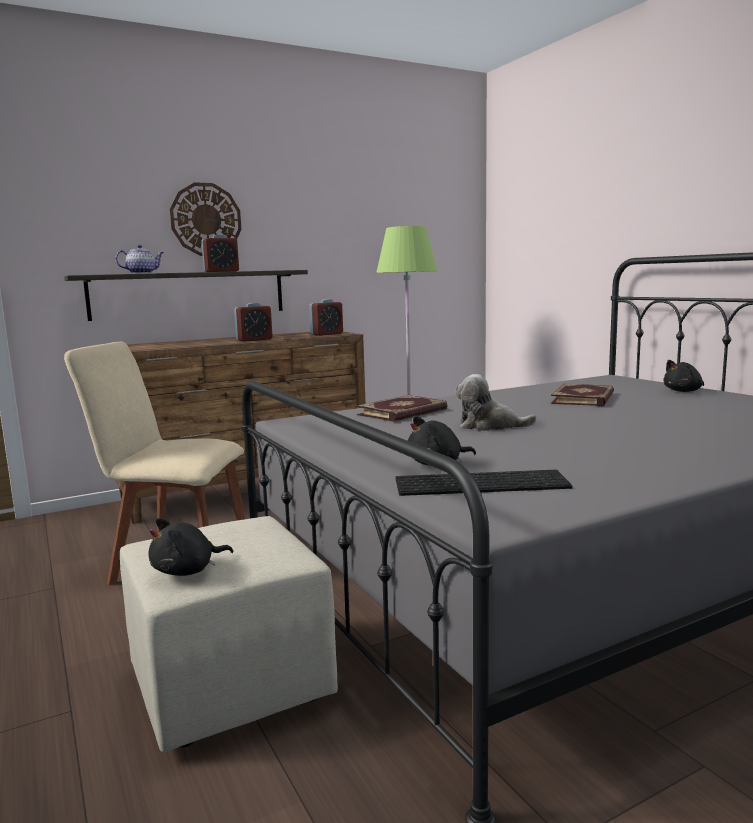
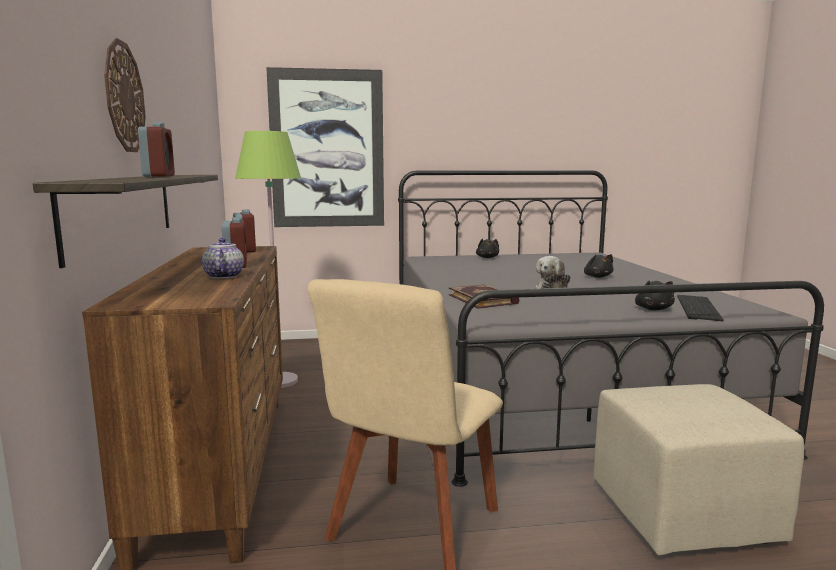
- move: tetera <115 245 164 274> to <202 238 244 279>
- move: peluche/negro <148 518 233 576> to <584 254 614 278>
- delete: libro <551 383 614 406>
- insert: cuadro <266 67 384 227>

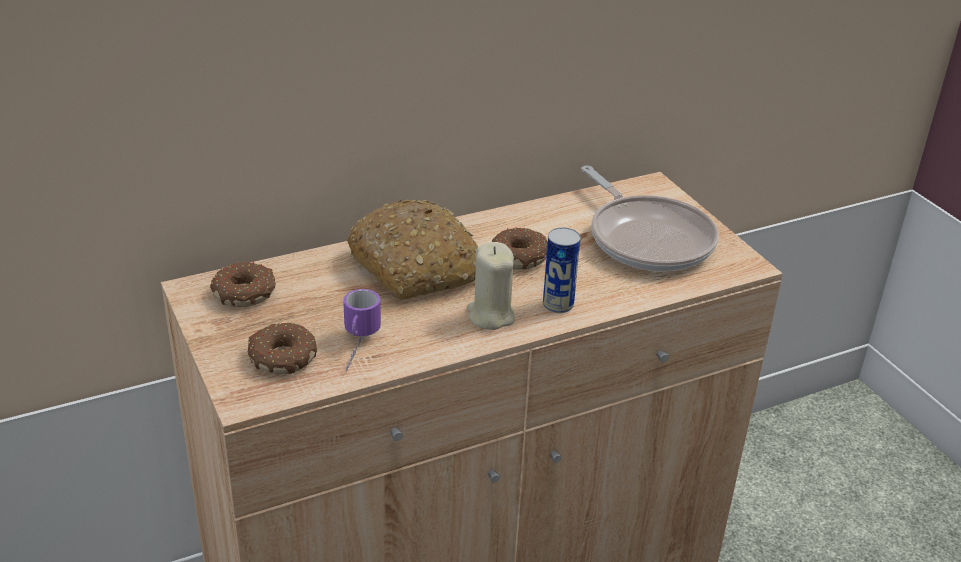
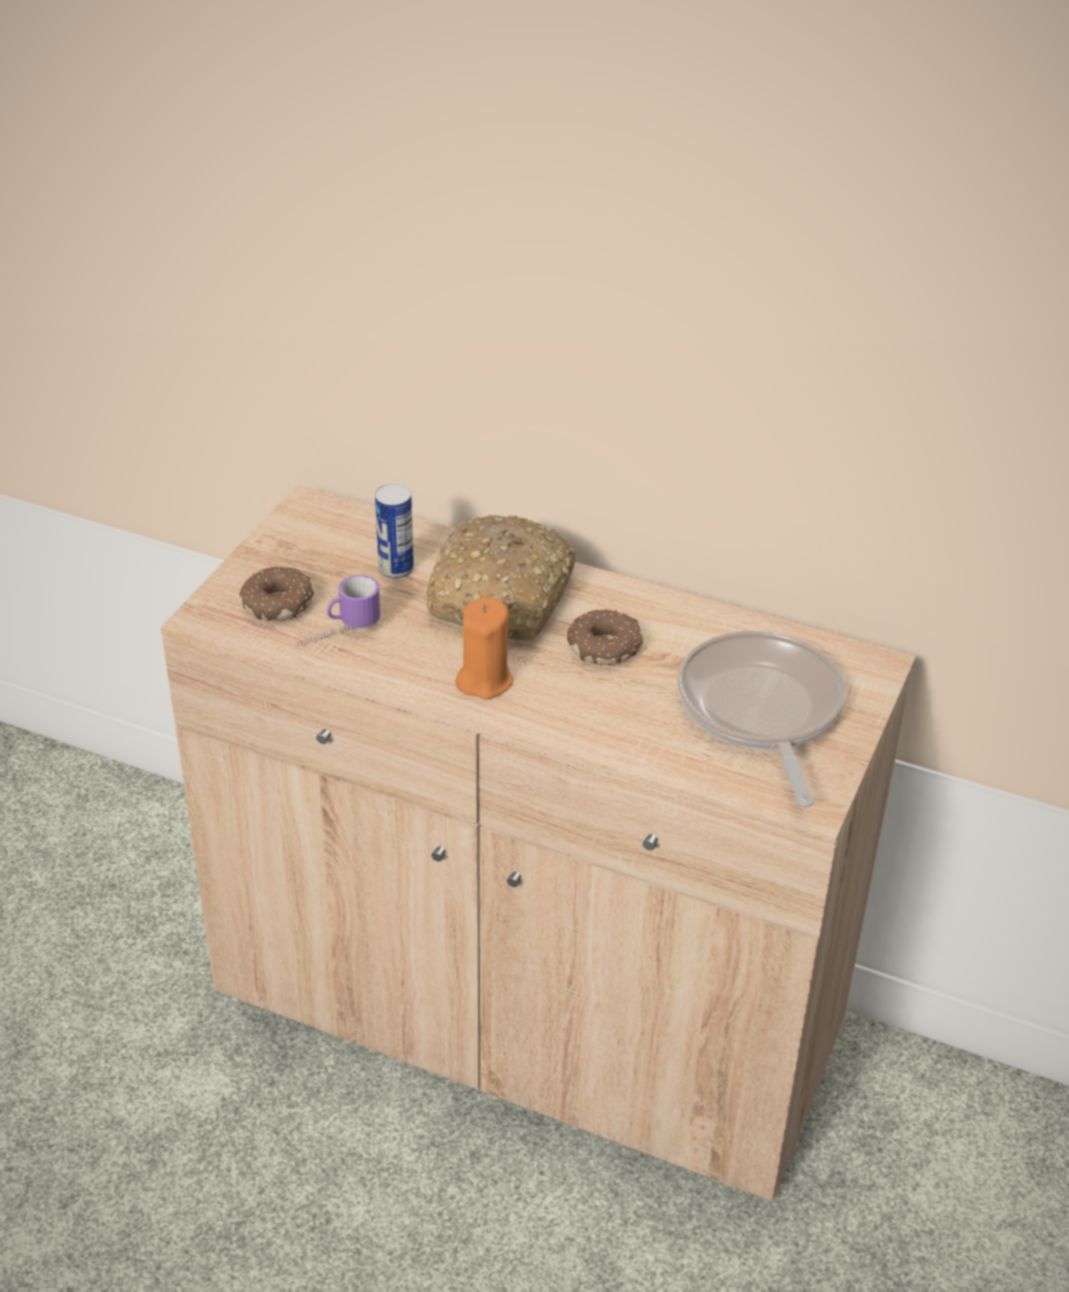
- delete: rosquilla <210 262 276 307>
- recolor: vela/beis <467 242 515 330> to vela/naranja <455 597 513 699>
- move: lata <543 228 581 313> to <375 484 414 579>
- rotate: sartén <581 166 719 272> = <677 631 846 808> 150 degrees clockwise

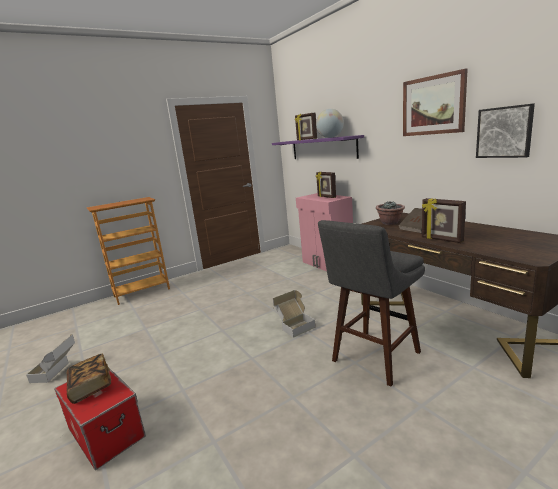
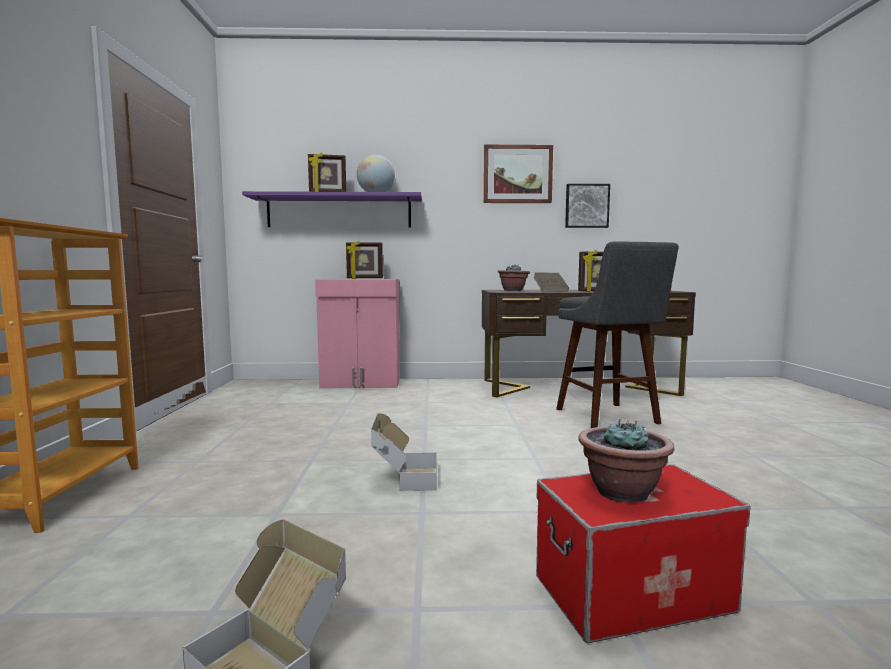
- replace: libro <67 354 111 404> to planta en maceta <578 419 675 503>
- move: caja de cartón <273 290 316 338> to <371 413 437 491>

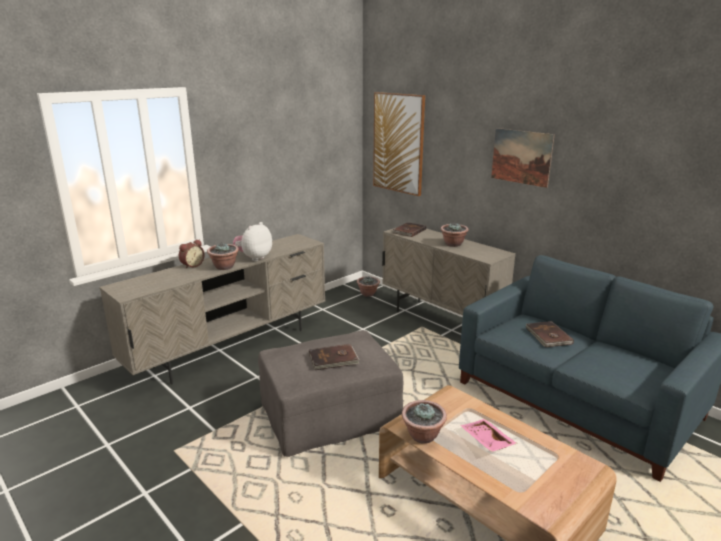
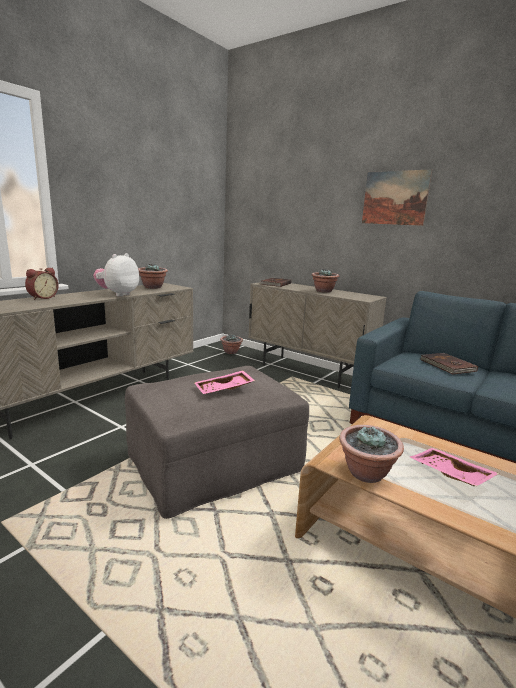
- move: planta en maceta <207 243 239 270> to <138 264 168 289>
- replace: libro/marrón <309 344 360 370> to bandeja/rosa <195 370 255 394>
- delete: cuadro <373 92 425 196>

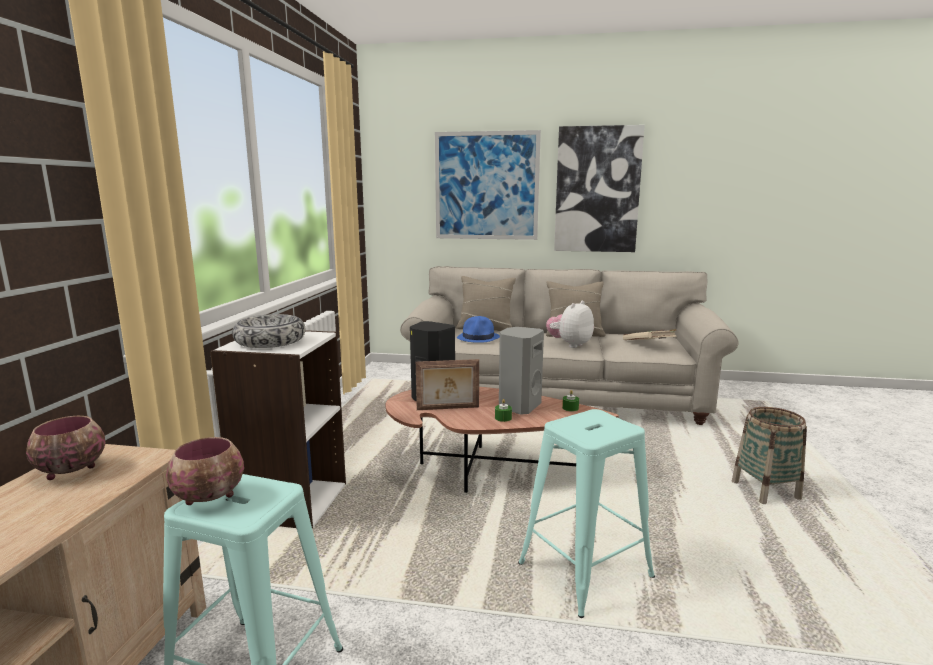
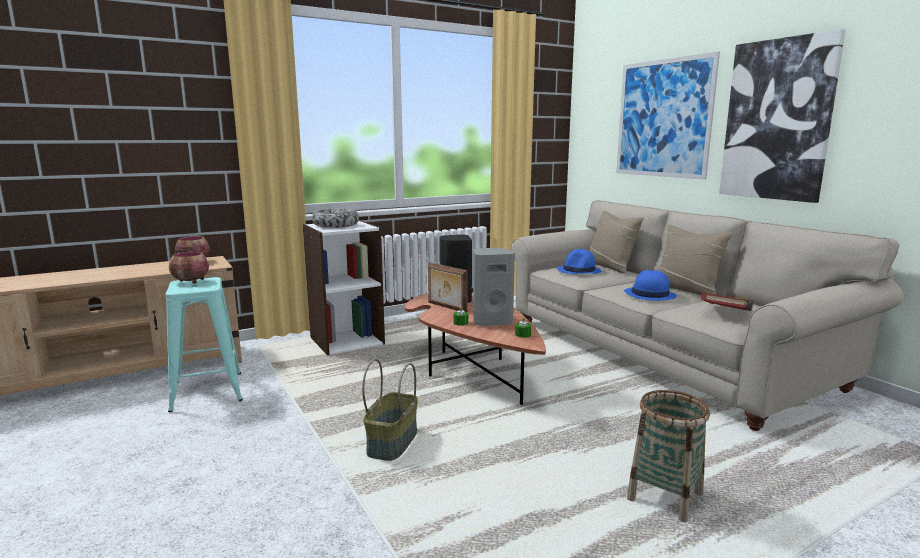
- replace: taburete/turquesa <518 409 655 618> to cesta <362 359 418 461>
- replace: peluche <546 301 594 348> to sombrero/azul <624 270 677 301>
- recolor: libro/beis <623 329 677 340> to libro/rojo <701 293 753 311>

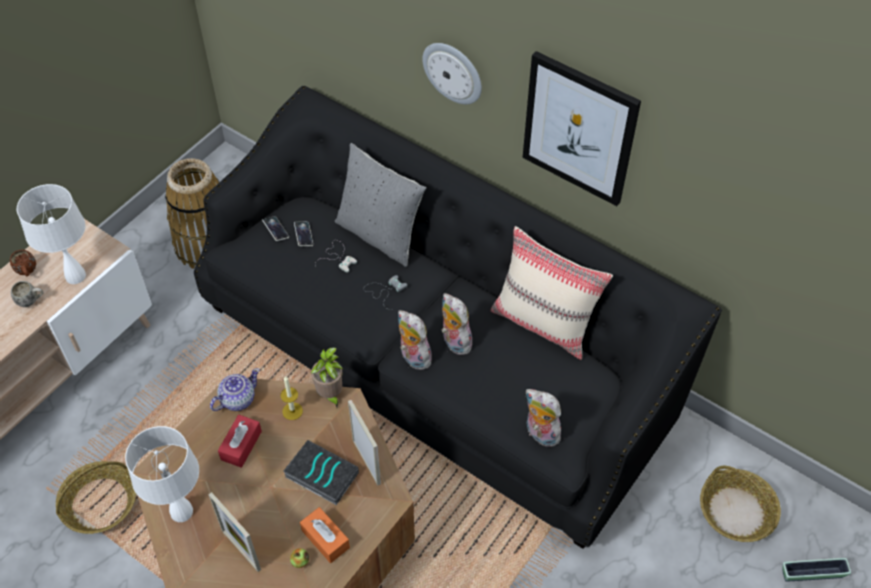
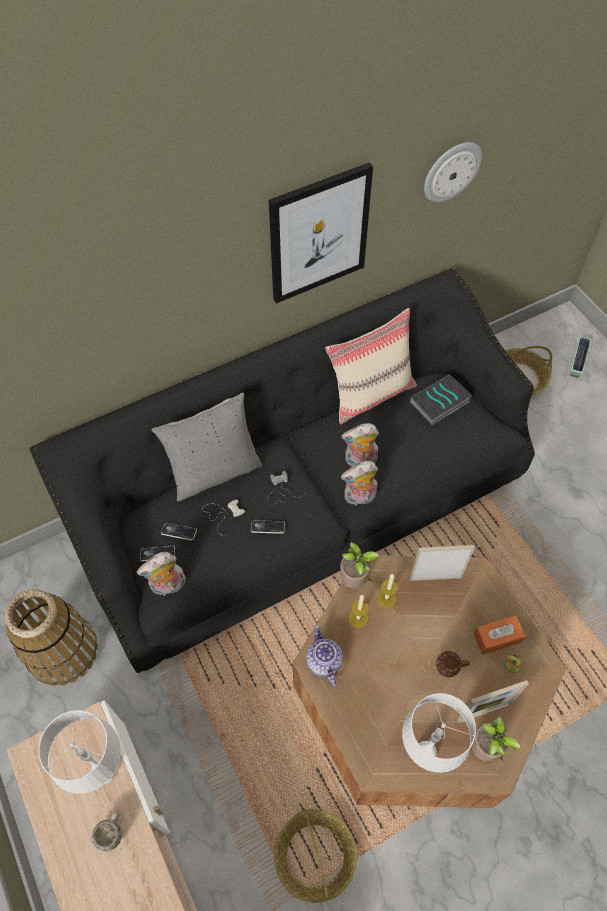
- move: taza grande/marrón <10 249 36 276> to <436 651 470 677>
- delete: caja de pañuelos/rojo <218 415 262 468>
- move: libro <283 440 359 505> to <410 374 472 425>
- move: reloj de pared <422 43 482 104> to <424 142 482 202>
- move: peluche <526 389 561 447> to <136 552 185 596>
- insert: móvil <251 520 285 534>
- insert: vela <377 574 398 608>
- insert: planta en maceta <472 716 521 762>

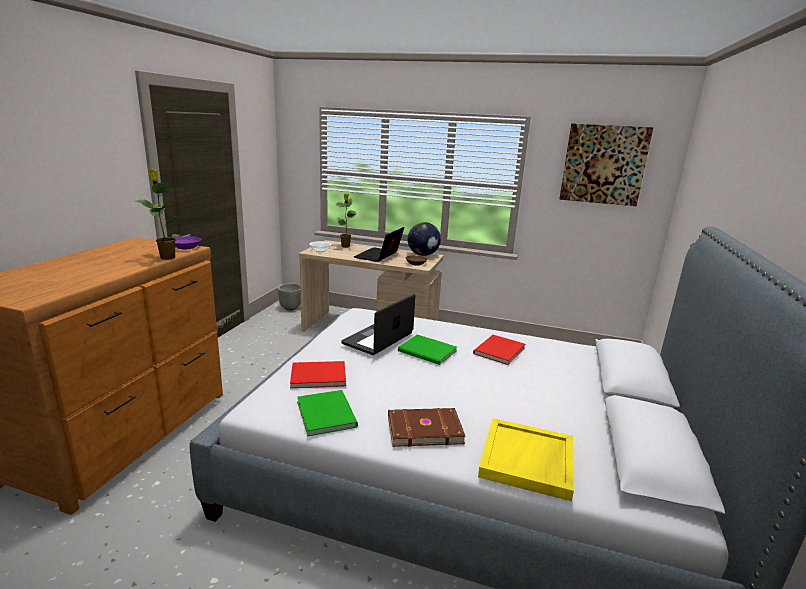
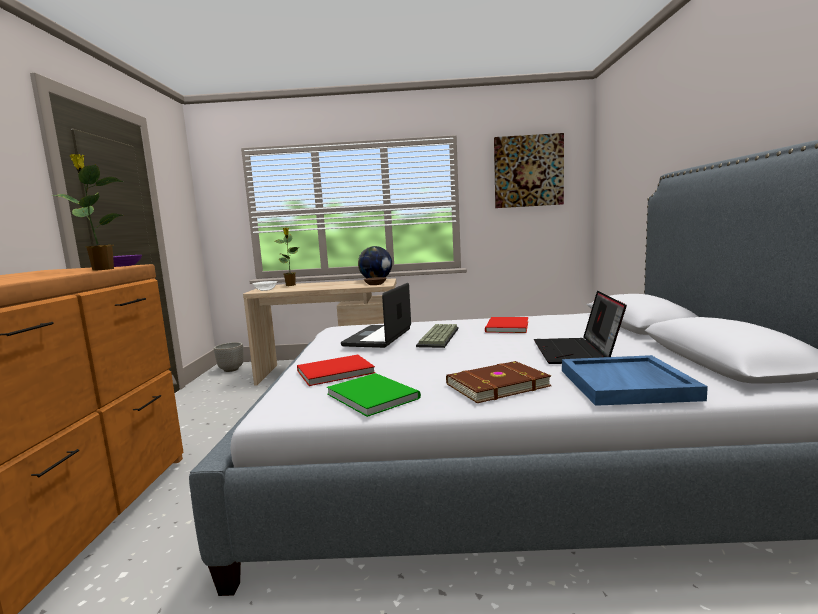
- move: portátil <354 227 404 262> to <534 291 627 364>
- replace: libro/verde <398 335 457 365> to teclado <416 324 459 348>
- recolor: bandeja/amarillo <478 418 574 501> to bandeja/azul <562 355 708 406>

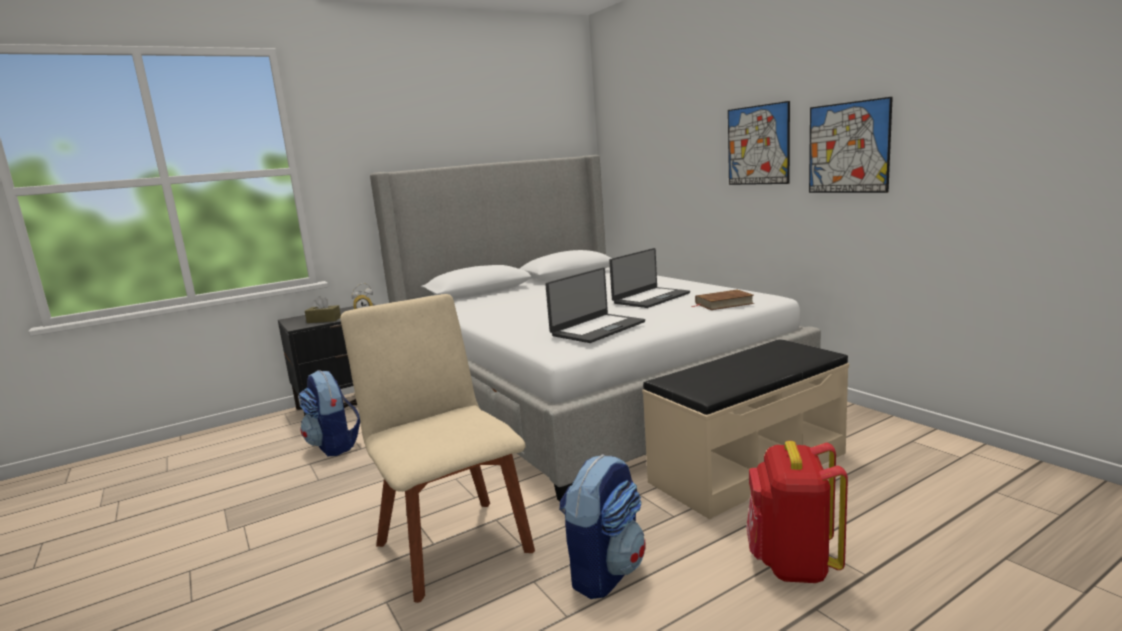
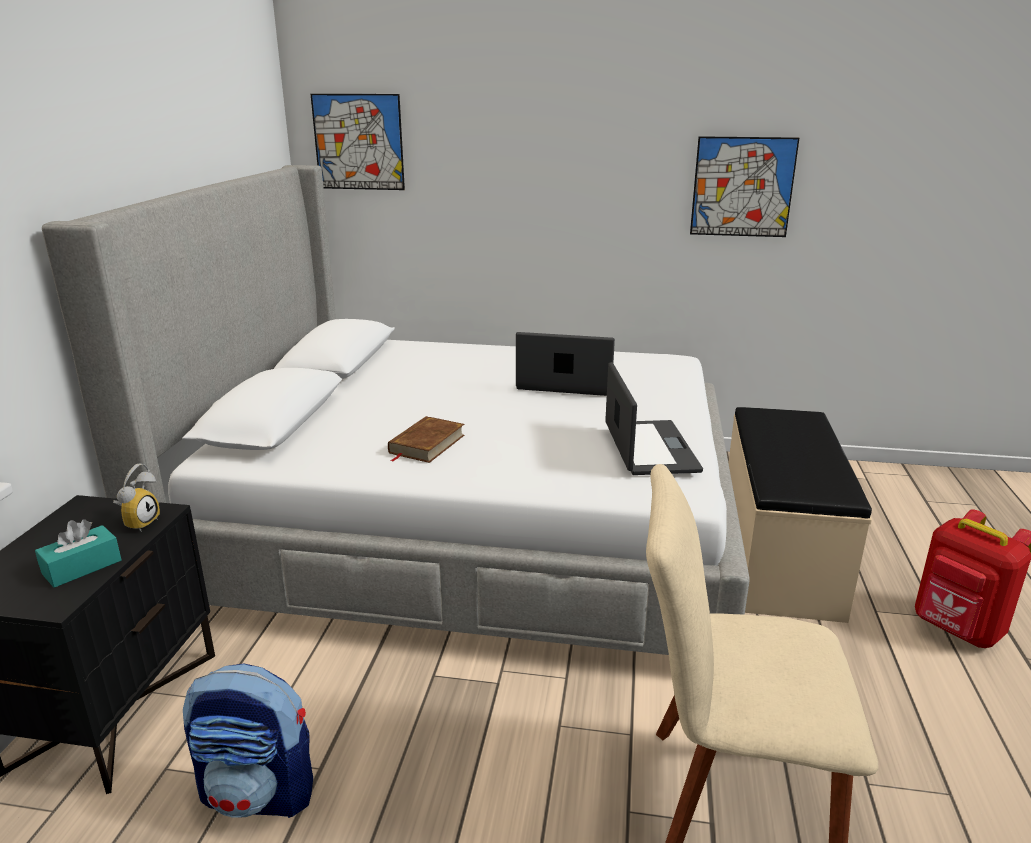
- recolor: caja de pañuelos/marrón <305 296 341 323> to caja de pañuelos/turquesa <35 519 121 588>
- delete: mochila <559 454 646 599>
- rotate: portátil <609 248 690 308> = <516 332 615 396> 75 degrees counterclockwise
- move: libro/marrón <691 289 754 310> to <388 416 464 463>
- move: cuadro <728 101 790 185> to <311 94 405 190>

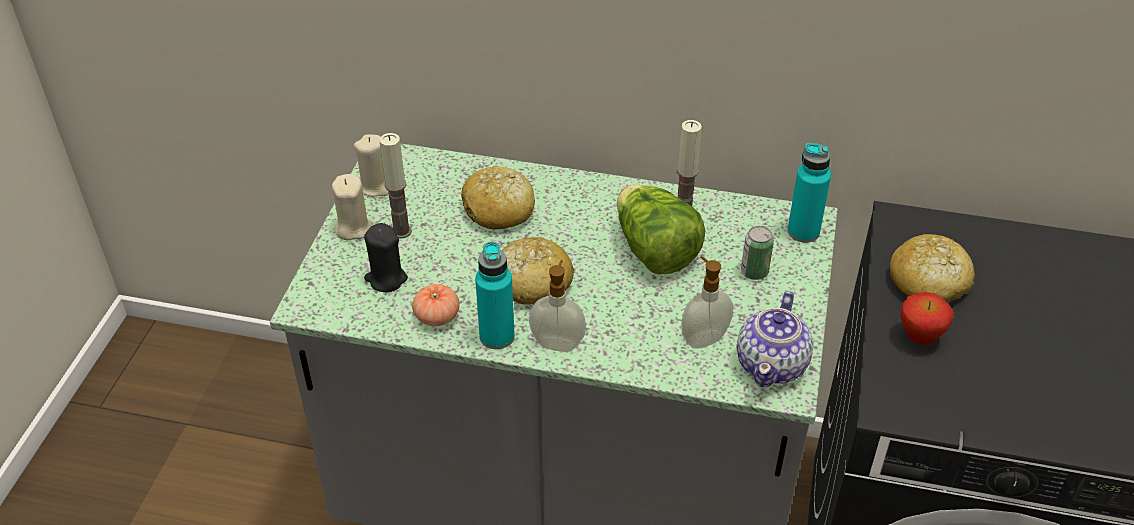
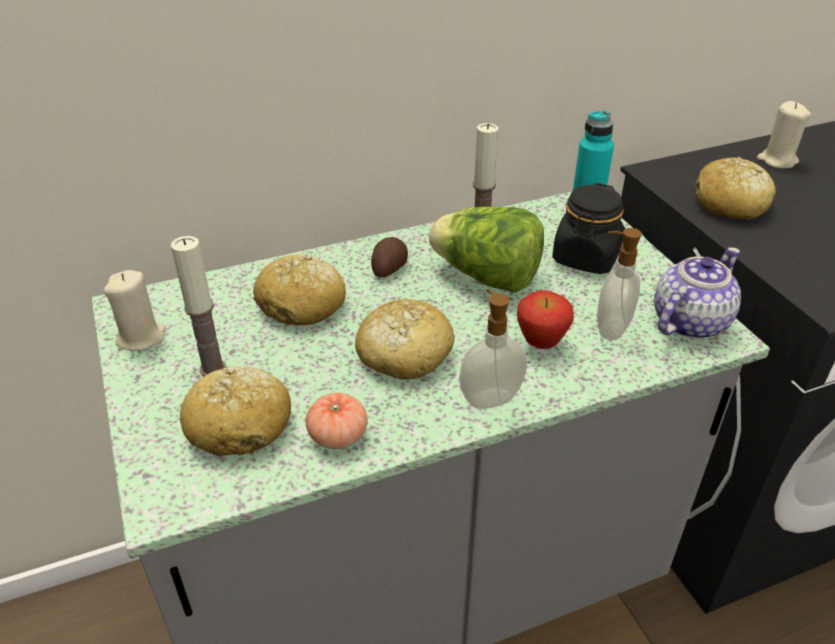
- move: vela/beis <332 174 372 240> to <757 101 811 169>
- replace: vela/negro <364 223 408 292> to pan <180 366 291 456>
- delete: botella/turquesa <475 242 515 349>
- rotate: tetera <737 291 814 387> = <654 247 741 339> 120 degrees counterclockwise
- replace: lata <741 226 774 280> to tarro/negro <552 183 625 274>
- move: manzana <900 292 953 345> to <517 290 574 349>
- insert: patata <371 237 408 277>

